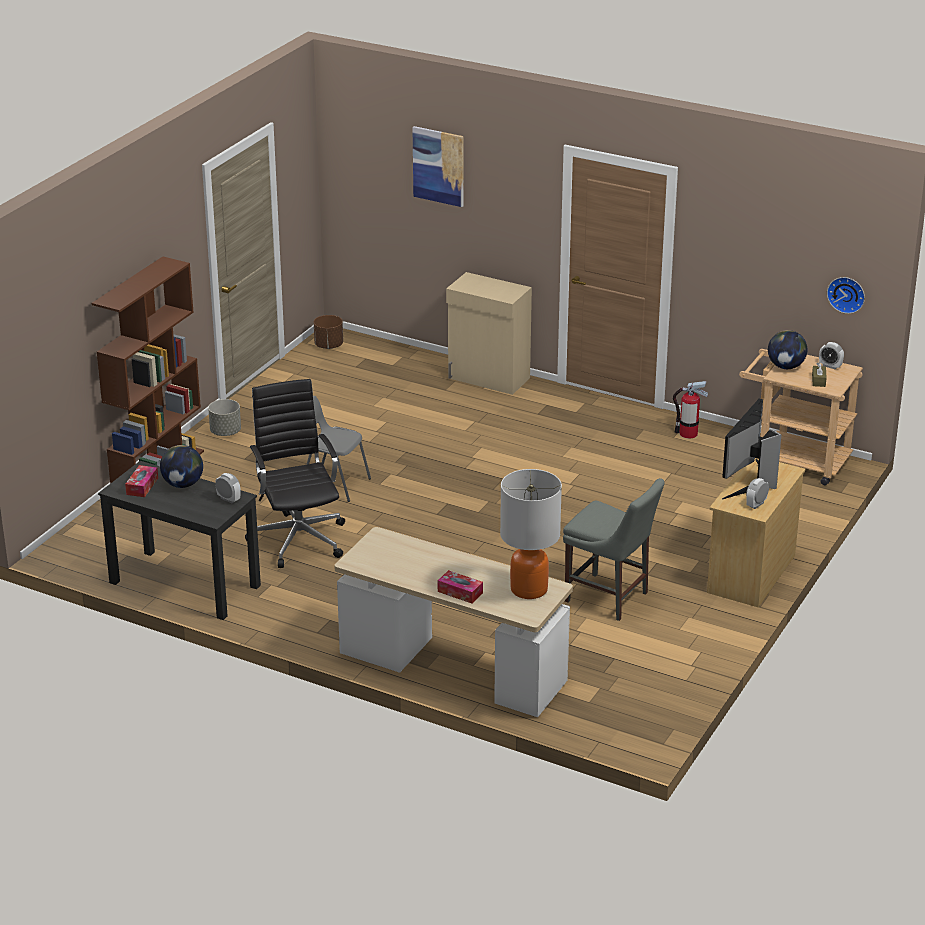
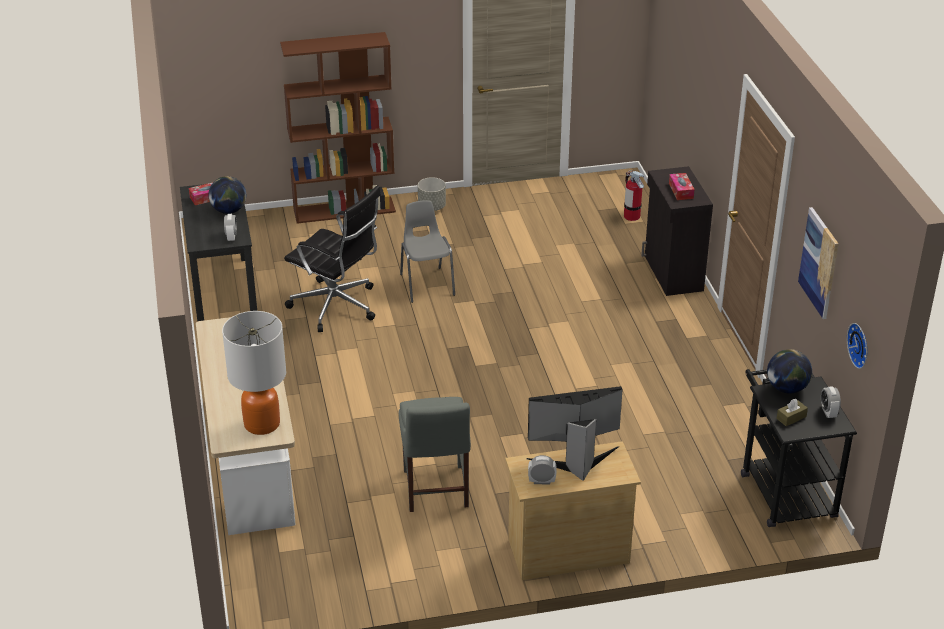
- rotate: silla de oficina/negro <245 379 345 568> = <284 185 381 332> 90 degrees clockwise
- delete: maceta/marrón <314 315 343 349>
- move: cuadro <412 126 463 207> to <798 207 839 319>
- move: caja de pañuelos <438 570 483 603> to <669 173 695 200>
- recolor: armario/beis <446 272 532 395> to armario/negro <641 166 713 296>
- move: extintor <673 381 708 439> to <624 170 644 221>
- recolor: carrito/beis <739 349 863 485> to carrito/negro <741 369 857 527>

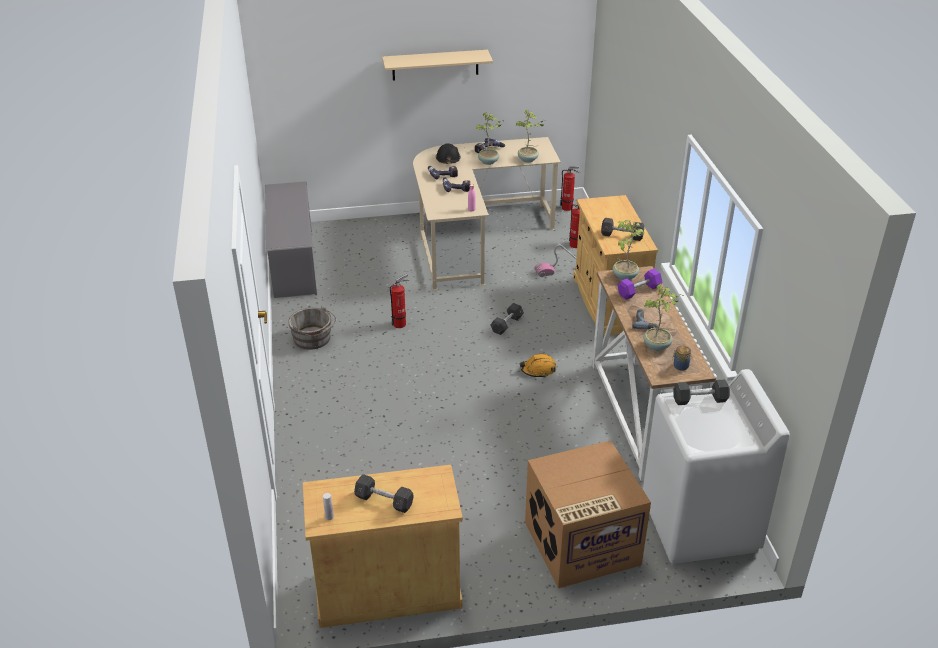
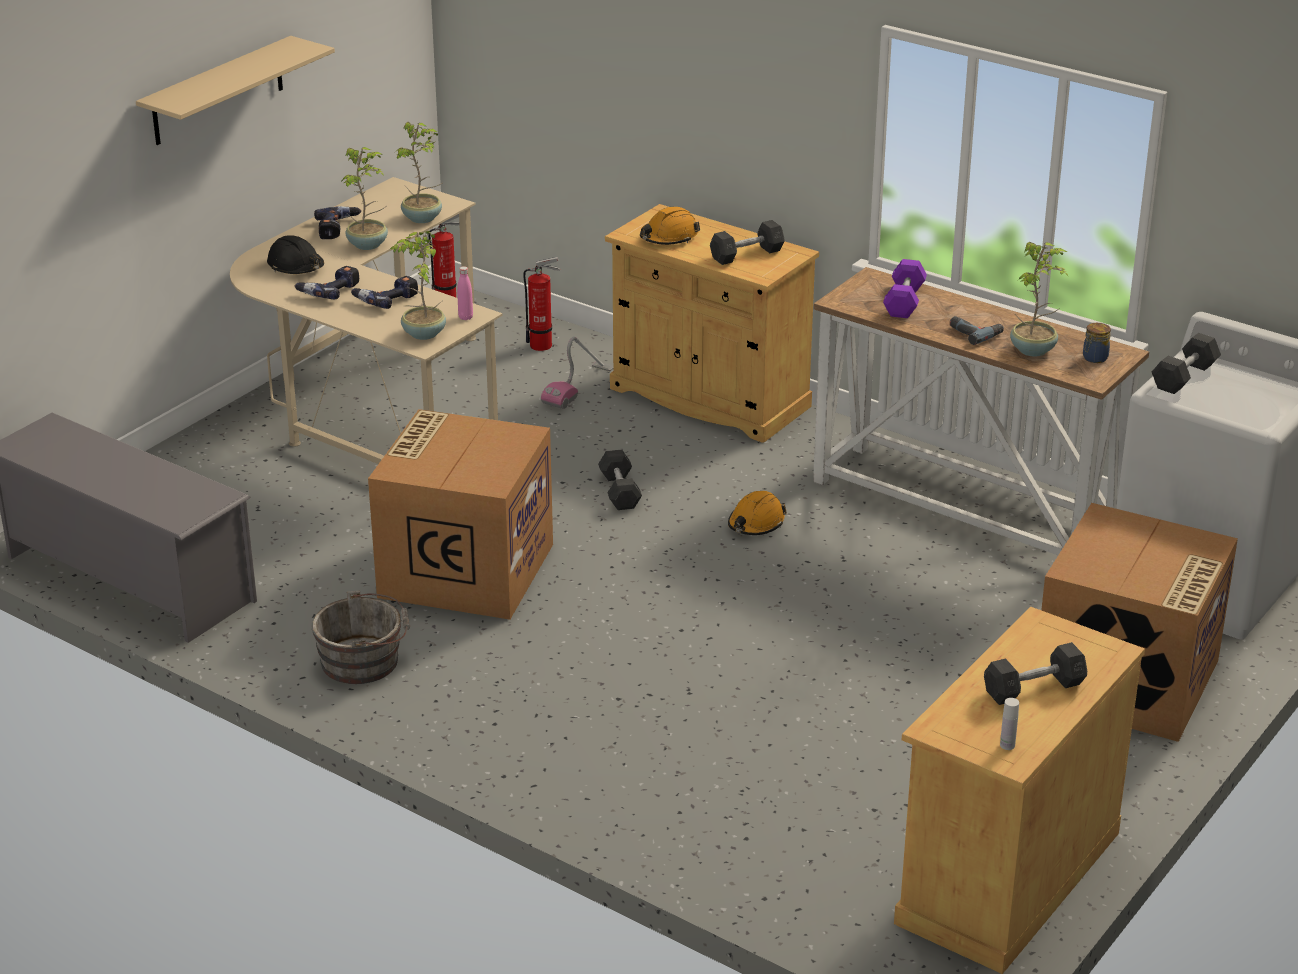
- replace: extintor <390 274 409 328> to caja de cartón <368 409 553 620>
- move: planta en maceta <613 220 644 280> to <390 230 446 340>
- insert: casco/naranja <640 207 700 245>

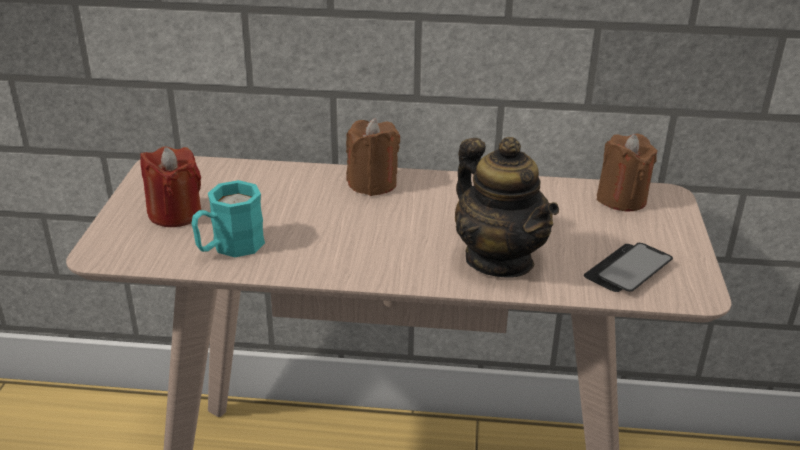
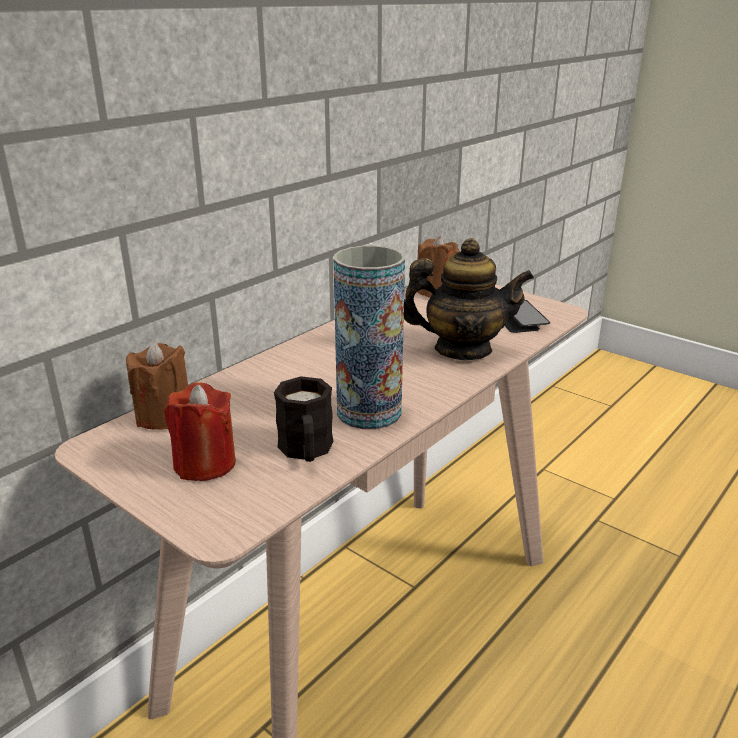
- recolor: taza grande/turquesa <191 180 265 257> to taza grande/negro <274 376 333 462>
- move: vela/marrón <346 118 400 196> to <126 341 188 430>
- insert: florero <334 246 405 429>

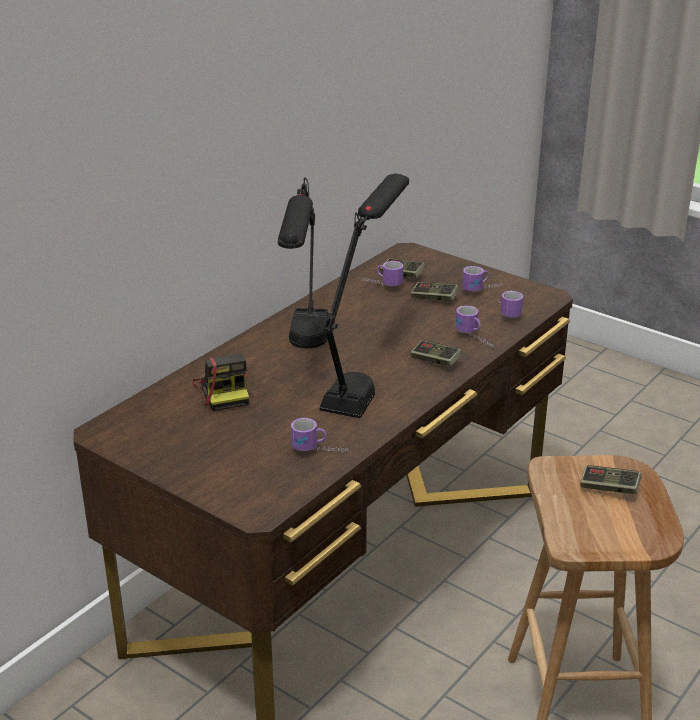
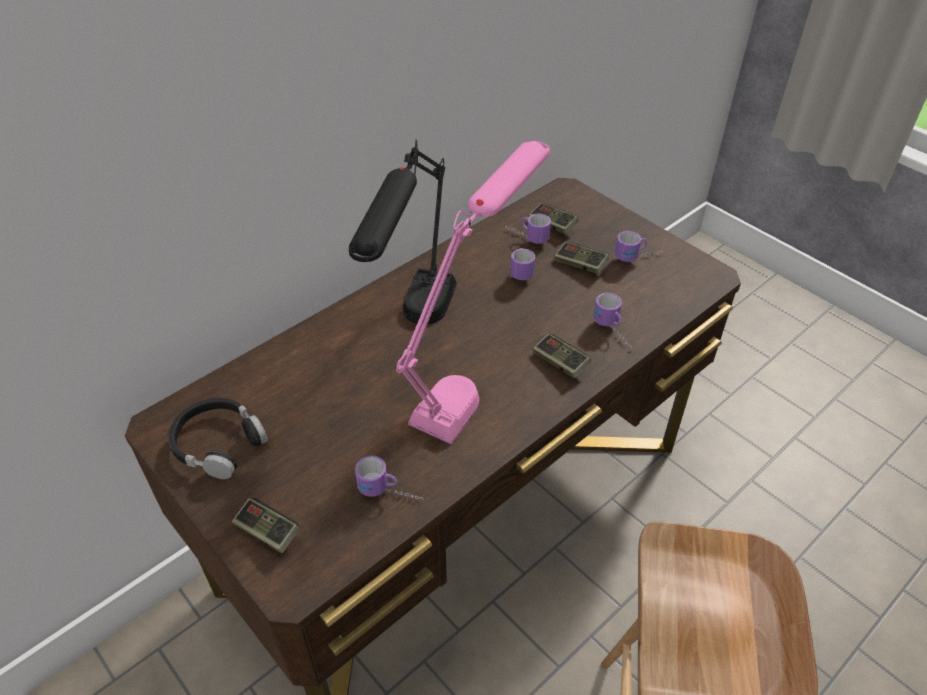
- delete: cámara <192 354 249 411>
- recolor: lámpara de mesa/negro <320 173 409 418> to lámpara de mesa/rosa <396 141 550 444>
- move: taza grande <498 291 523 318> to <510 248 535 280>
- move: mando de consola <580 465 641 494> to <232 498 300 554>
- insert: auriculares/negro <168 398 268 479>

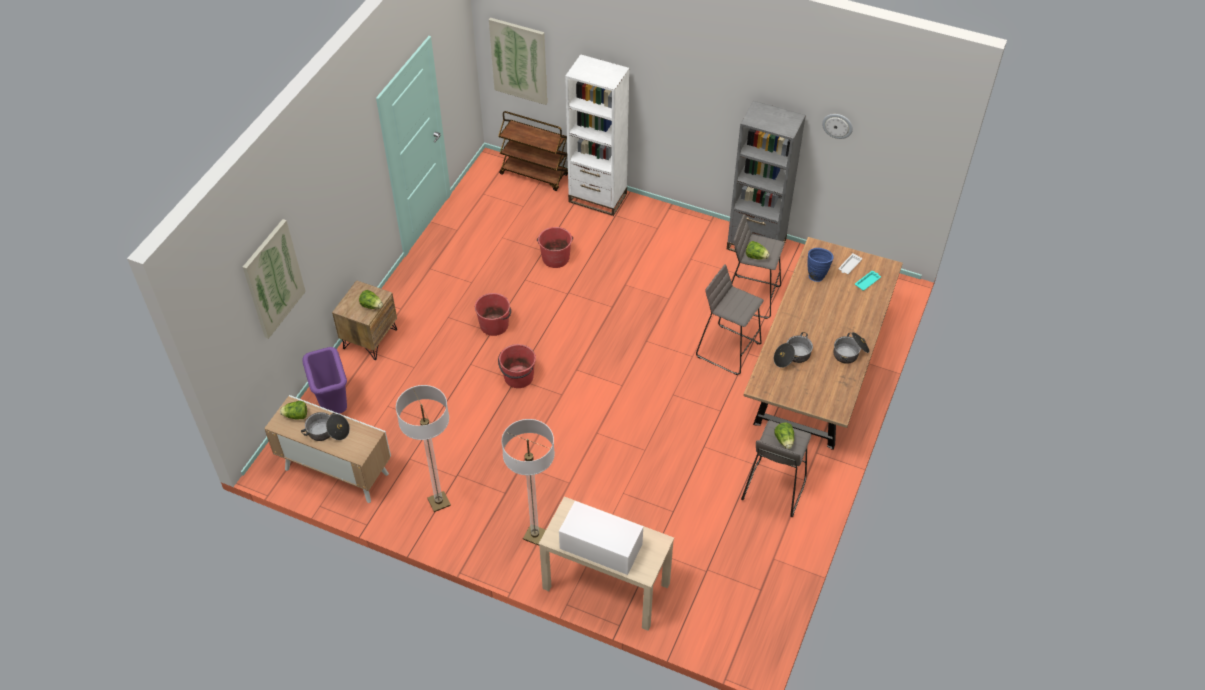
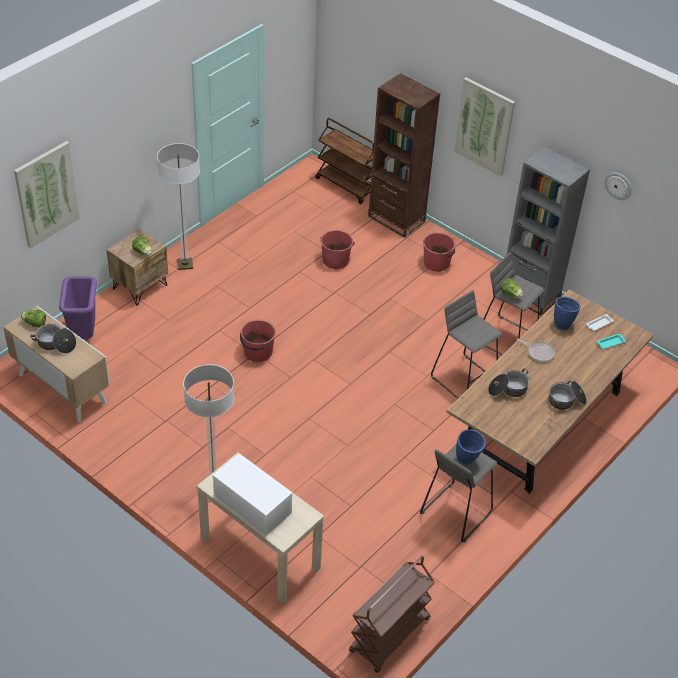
- move: lámpara de pie <396 385 451 512> to <157 143 200 270>
- move: cubo/rojo <475 293 511 336> to <423 232 455 272>
- move: cuadro <489 18 547 105> to <454 77 515 177>
- recolor: estantería/blanco <565 54 629 216> to estantería/marrón <368 74 440 237>
- replace: lechuga <774 422 794 449> to florero/azul <456 429 486 465>
- insert: carrito/marrón <349 556 435 673>
- insert: sartén <517 339 555 362>

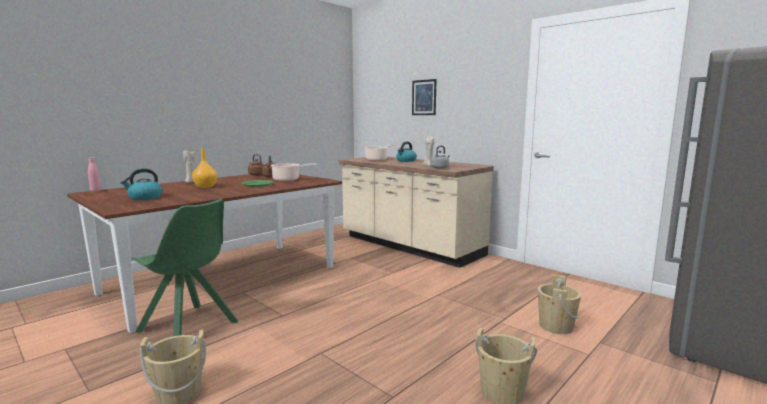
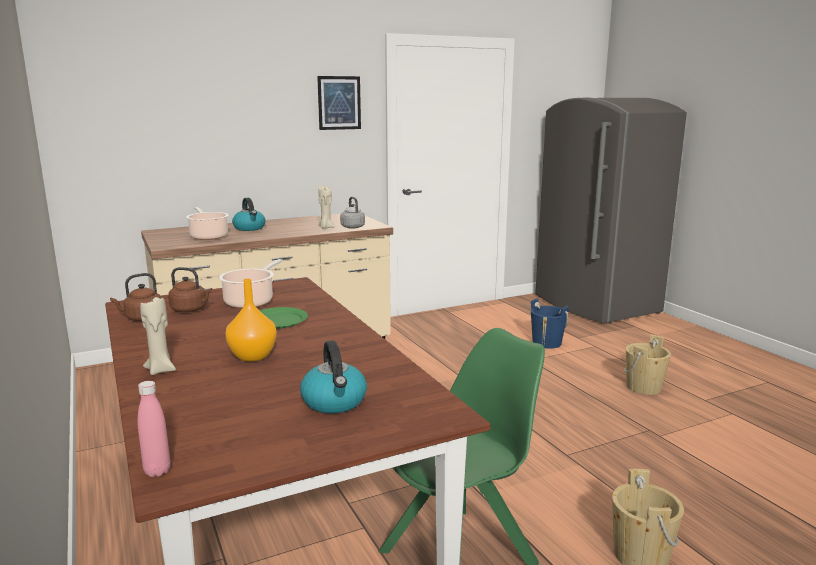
- move: cuadro <412 79 437 115> to <317 76 361 130>
- recolor: cubo/beis <538 275 581 334> to cubo/azul <531 299 569 349>

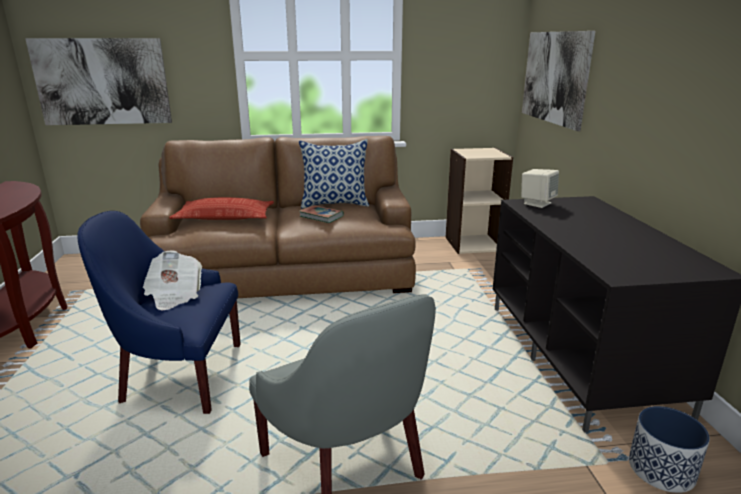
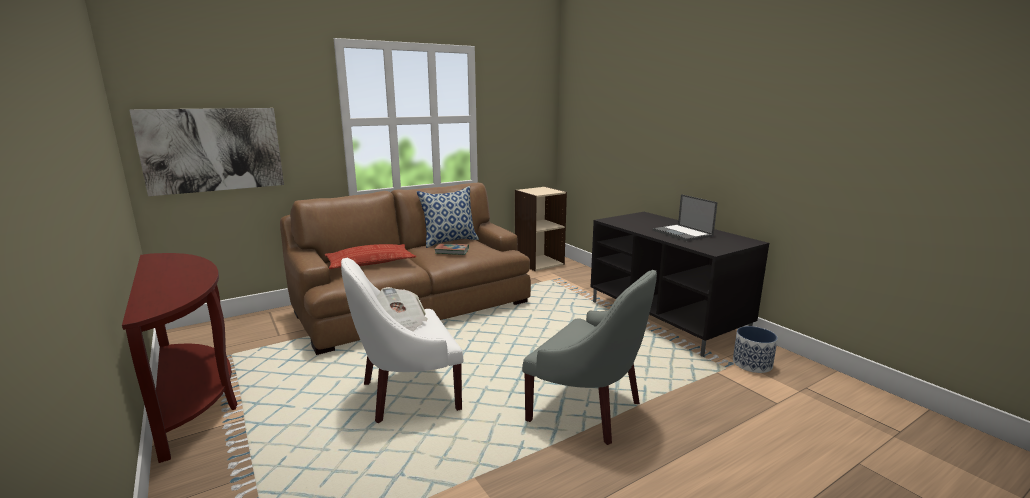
- recolor: sillón/azul <77 211 241 414> to sillón/blanco <341 258 463 423>
- delete: altavoz/beis <521 169 559 208>
- delete: cuadro <522 31 595 131>
- insert: portátil <653 194 718 241>

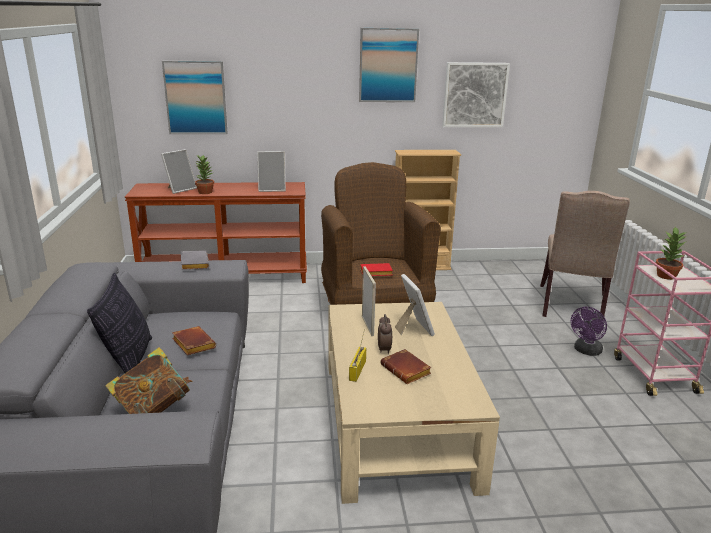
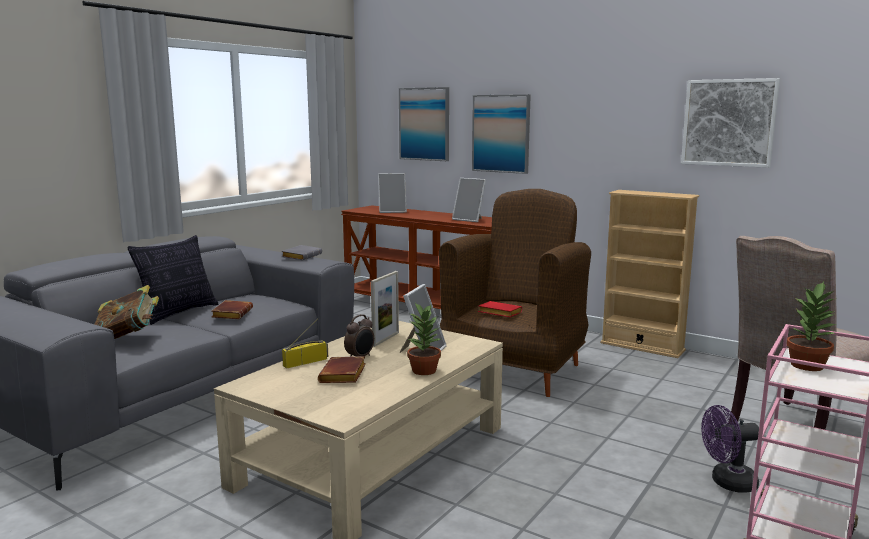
- move: planta en maceta <195 155 214 194> to <407 303 441 375>
- move: cuadro <359 28 419 102> to <472 94 531 174>

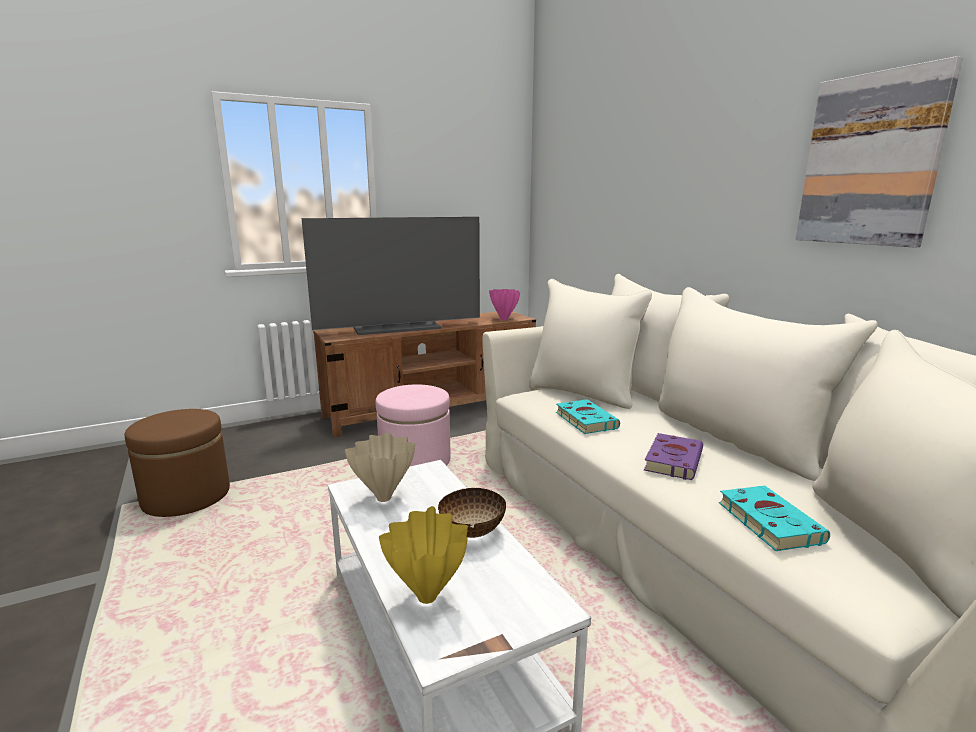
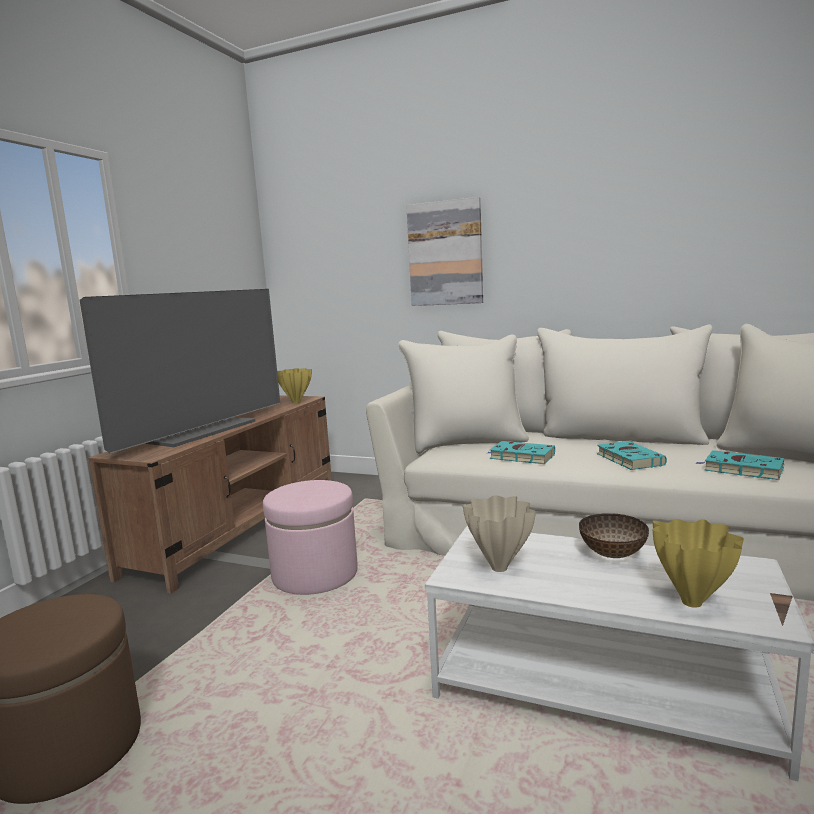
- recolor: florero/rosa <489 289 520 321> to florero/amarillo <277 368 312 403>
- recolor: libro/morado <644 433 703 480> to libro/turquesa <597 441 667 470>
- move: cuadro <796 56 963 248> to <406 197 483 306>

